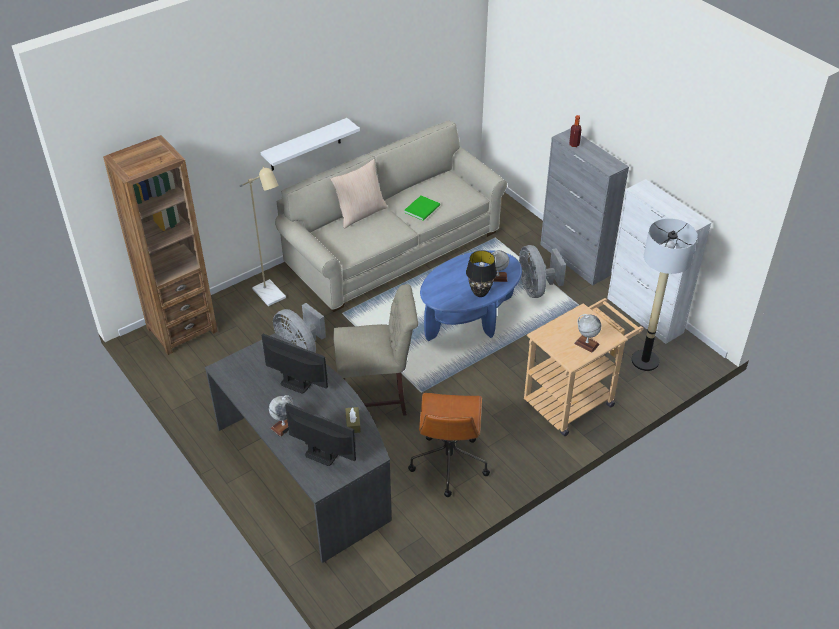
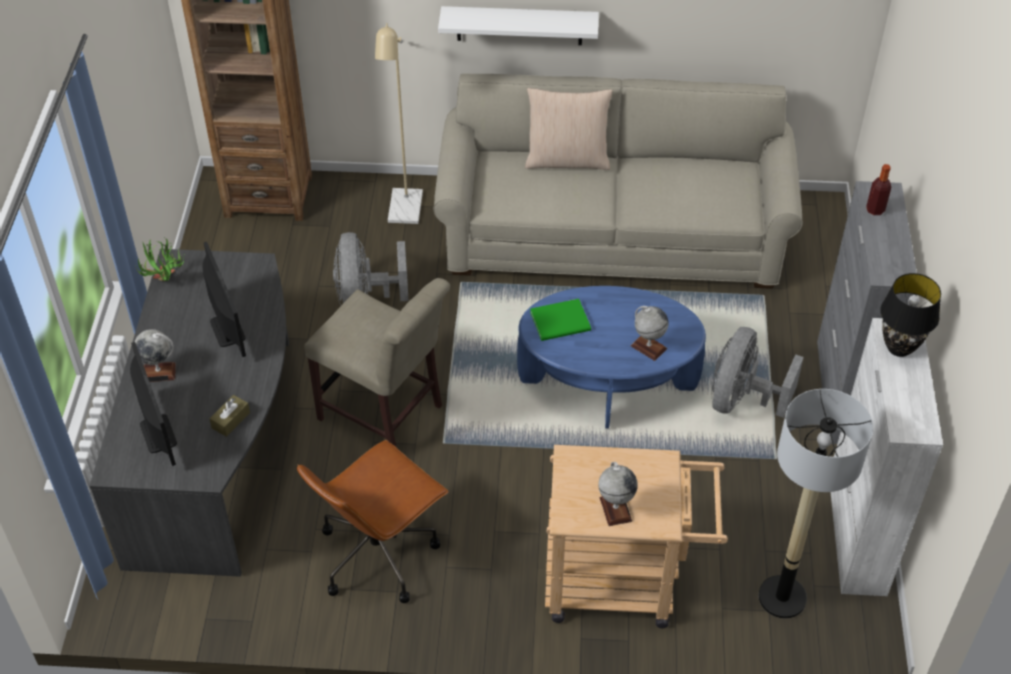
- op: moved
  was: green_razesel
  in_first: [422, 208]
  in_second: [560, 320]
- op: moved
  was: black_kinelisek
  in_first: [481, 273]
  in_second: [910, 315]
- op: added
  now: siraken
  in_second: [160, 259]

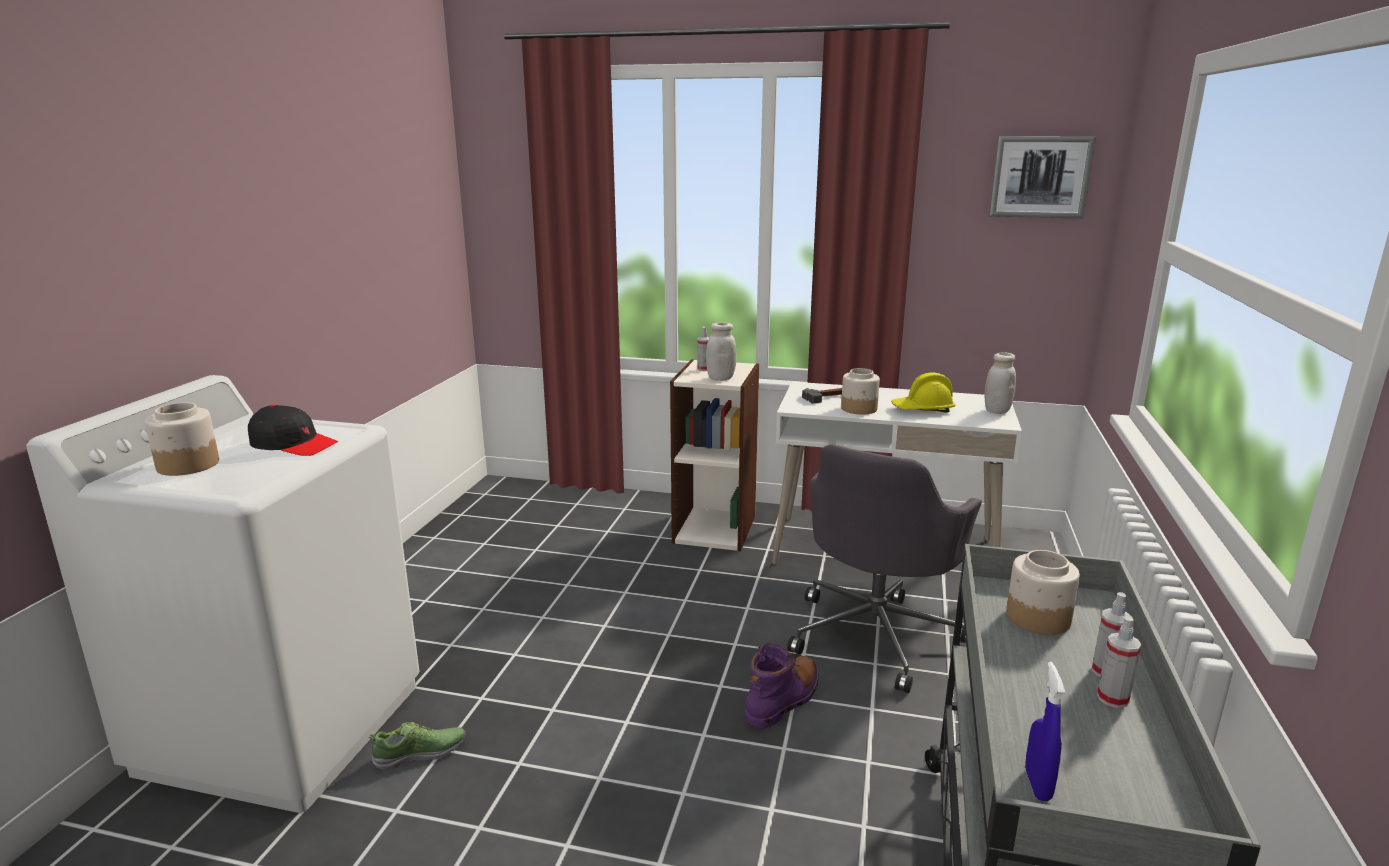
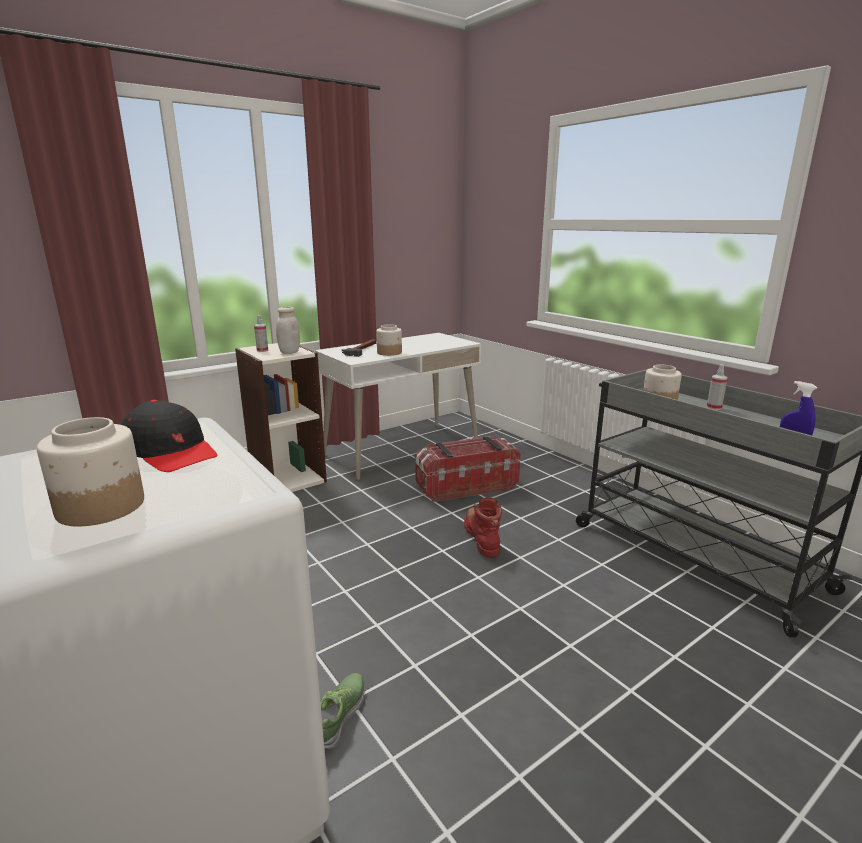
- op: removed
  was: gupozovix
  in_first: [1042, 177]
- op: removed
  was: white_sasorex
  in_first: [1000, 383]
- op: removed
  was: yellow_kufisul
  in_first: [923, 393]
- op: turned
  was: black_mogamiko
  in_first: [293, 430]
  in_second: [169, 436]
  clockwise: 75
- op: replaced
  was: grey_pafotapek
  now: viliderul
  in_first: [884, 568]
  in_second: [468, 469]
- op: removed
  was: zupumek
  in_first: [1119, 662]
- op: recoloured
  was: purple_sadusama
  now: red_sadusama
  in_first: [781, 686]
  in_second: [483, 528]

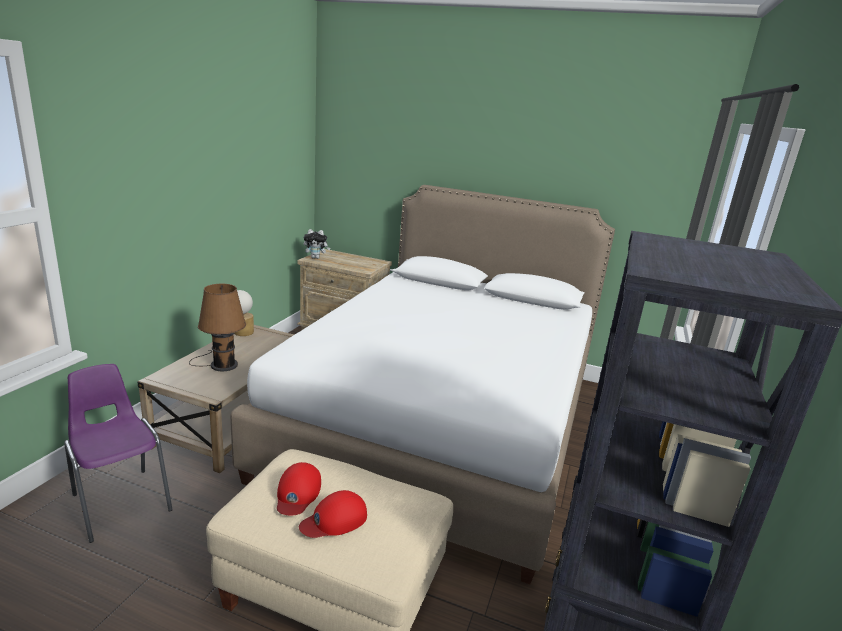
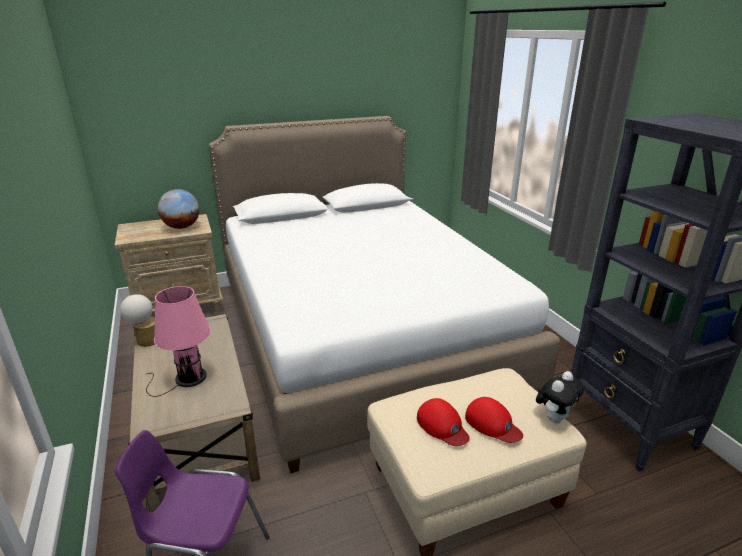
- op: moved
  was: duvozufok
  in_first: [317, 244]
  in_second: [560, 397]
- op: recoloured
  was: brown_kinelisek
  now: pink_kinelisek
  in_first: [217, 327]
  in_second: [178, 341]
- op: turned
  was: red_mogamiko
  in_first: [333, 514]
  in_second: [494, 420]
  clockwise: -60
- op: added
  now: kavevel
  in_second: [179, 209]

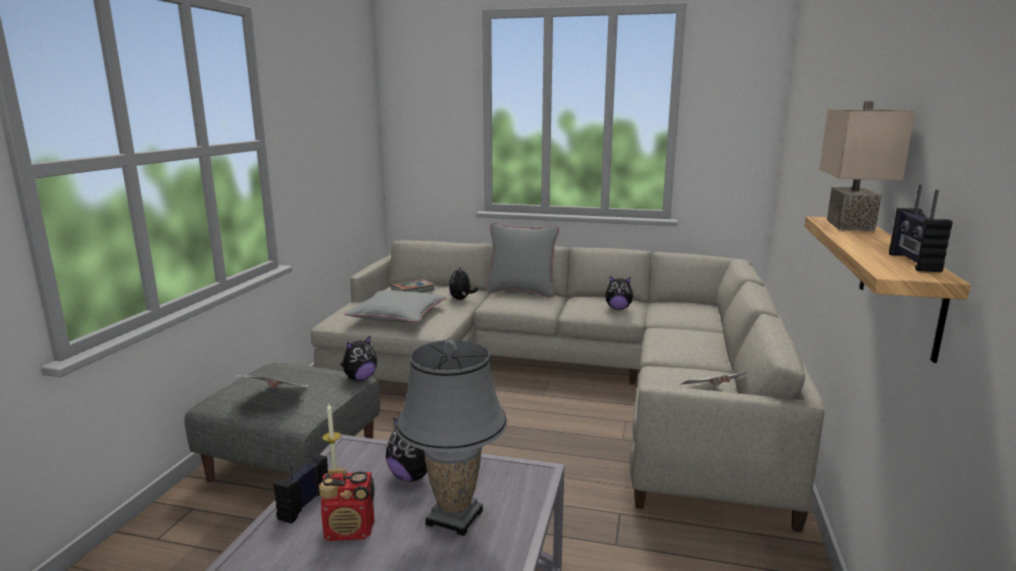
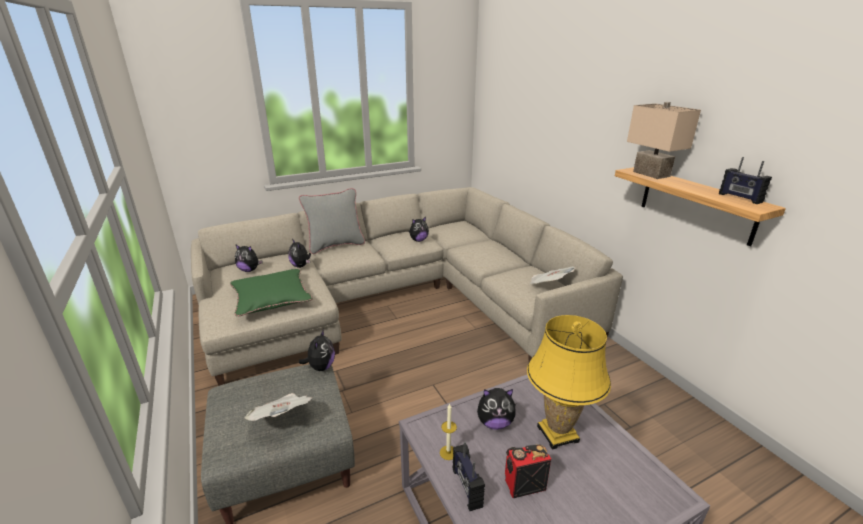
- op: replaced
  was: razesel
  now: duvozufok
  in_first: [413, 285]
  in_second: [249, 258]
- op: recoloured
  was: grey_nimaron
  now: green_nimaron
  in_first: [395, 306]
  in_second: [271, 292]
- op: recoloured
  was: grey_kinelisek
  now: yellow_kinelisek
  in_first: [451, 438]
  in_second: [569, 382]
- op: turned
  was: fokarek
  in_first: [347, 505]
  in_second: [528, 471]
  clockwise: -150

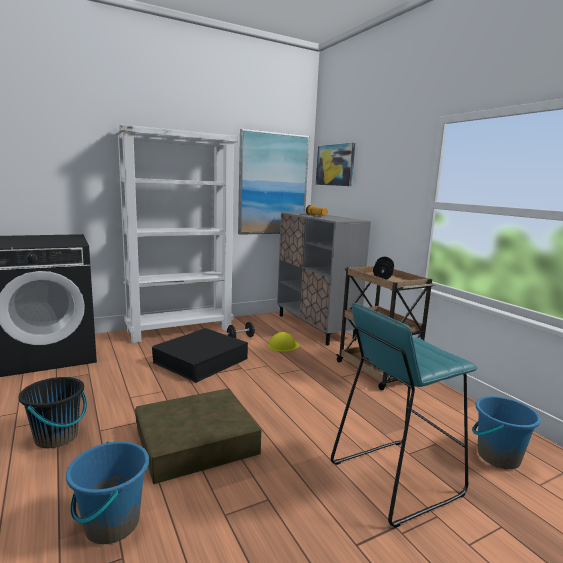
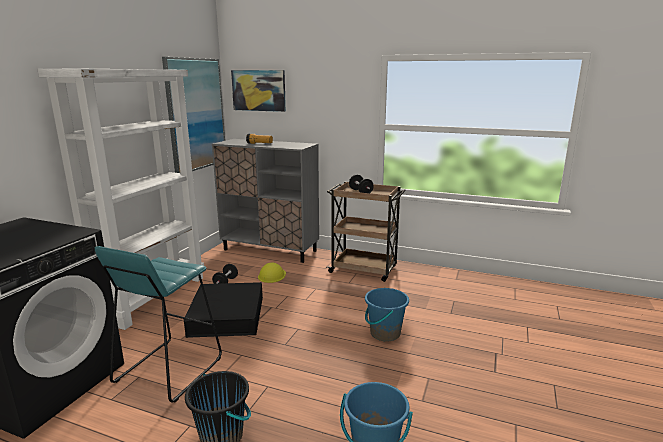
- op: moved
  was: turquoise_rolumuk
  in_first: [404, 415]
  in_second: [158, 324]
- op: removed
  was: brown_viliderul
  in_first: [198, 436]
- op: moved
  was: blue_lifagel
  in_first: [506, 432]
  in_second: [387, 315]

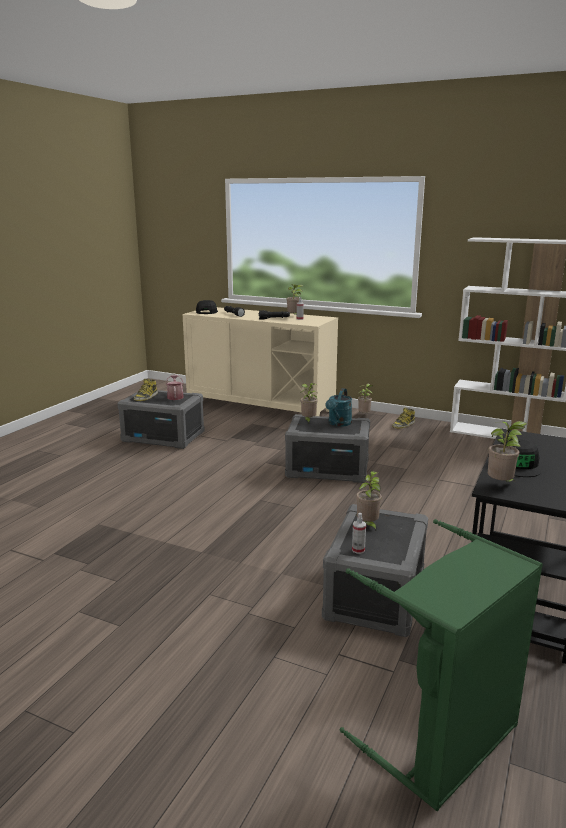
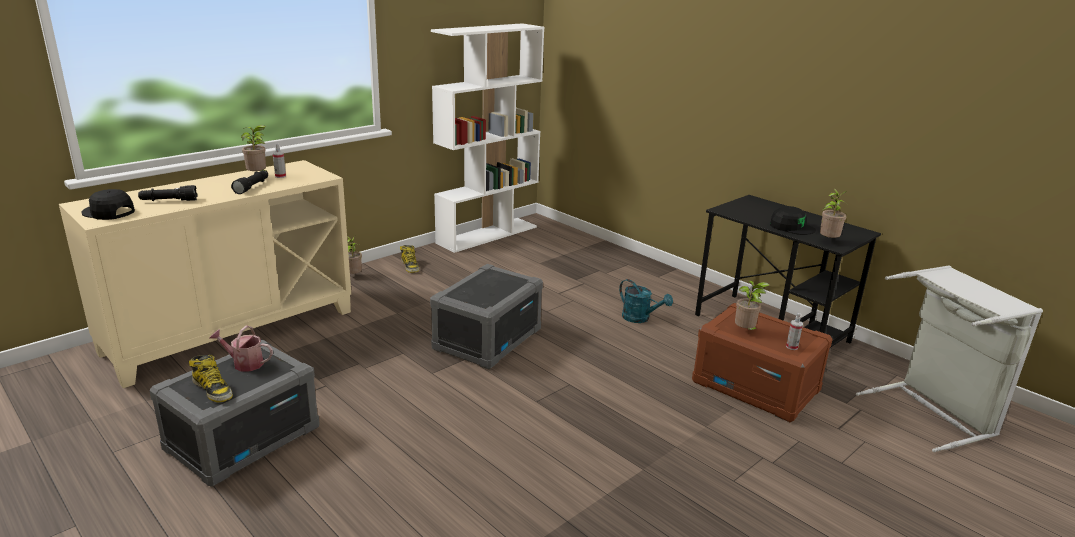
- op: removed
  was: siraken
  in_first: [309, 403]
- op: moved
  was: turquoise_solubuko
  in_first: [339, 407]
  in_second: [646, 301]
- op: recoloured
  was: grey_viliderul
  now: brown_viliderul
  in_first: [375, 570]
  in_second: [762, 362]
- op: recoloured
  was: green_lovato
  now: grey_lovato
  in_first: [441, 665]
  in_second: [949, 359]

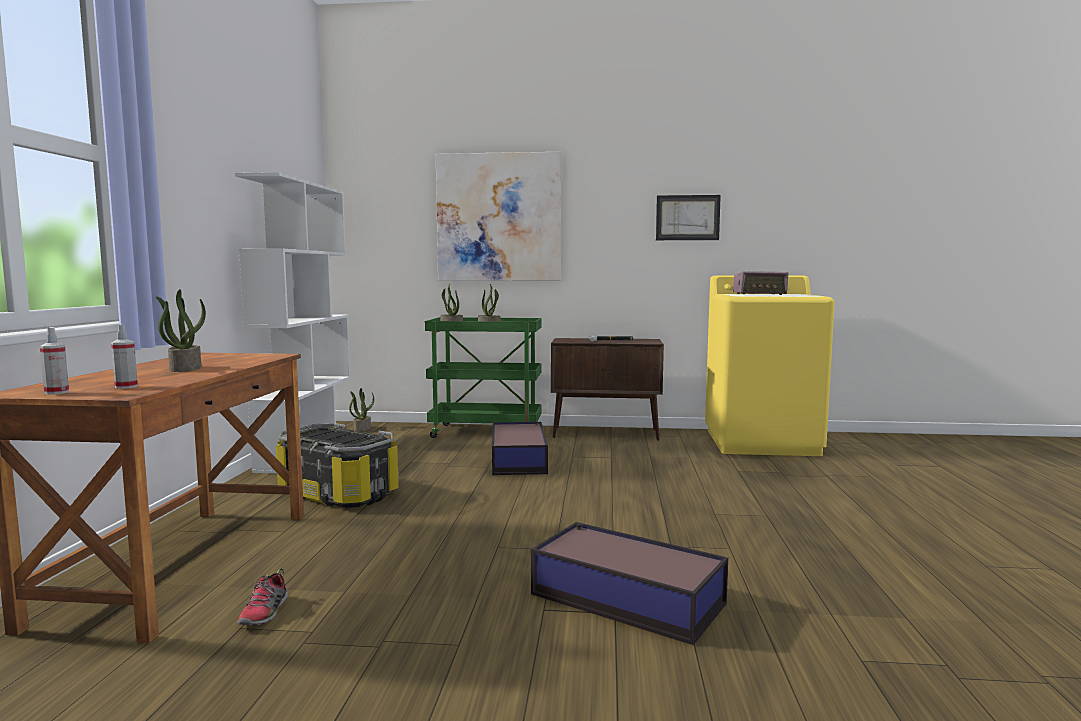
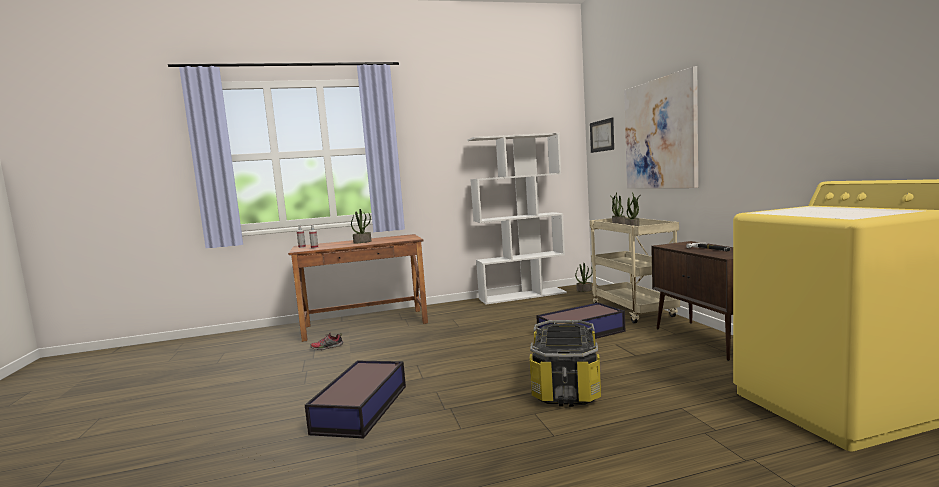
- op: moved
  was: gupozovix
  in_first: [688, 217]
  in_second: [602, 135]
- op: removed
  was: fokarek
  in_first: [761, 283]
- op: recoloured
  was: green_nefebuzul
  now: beige_nefebuzul
  in_first: [483, 377]
  in_second: [635, 270]
- op: moved
  was: viliderul
  in_first: [337, 465]
  in_second: [565, 363]

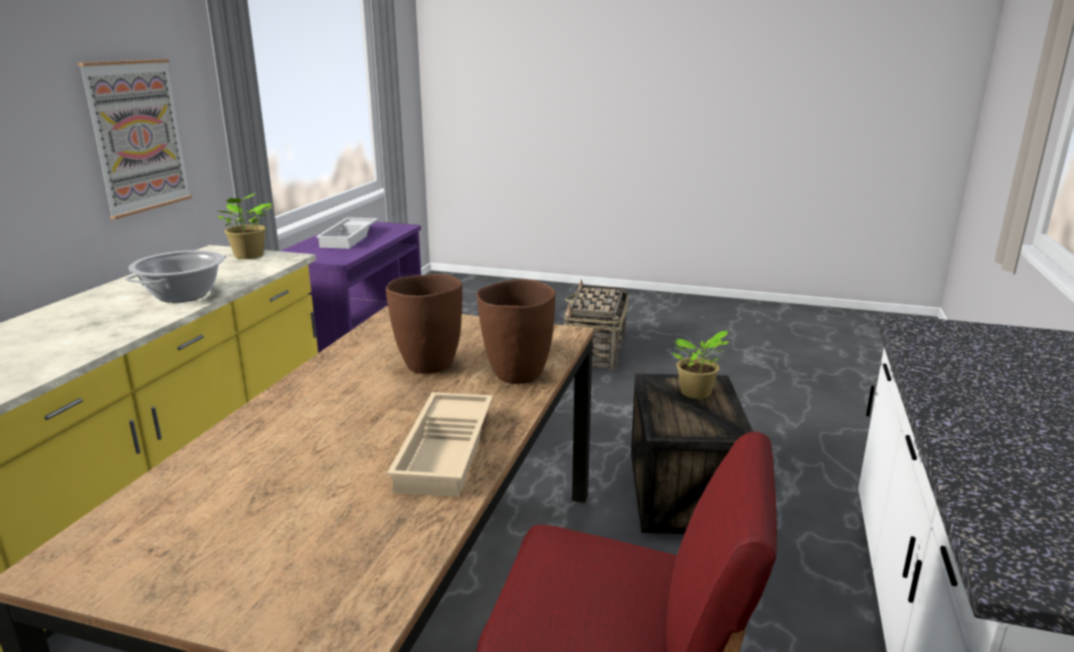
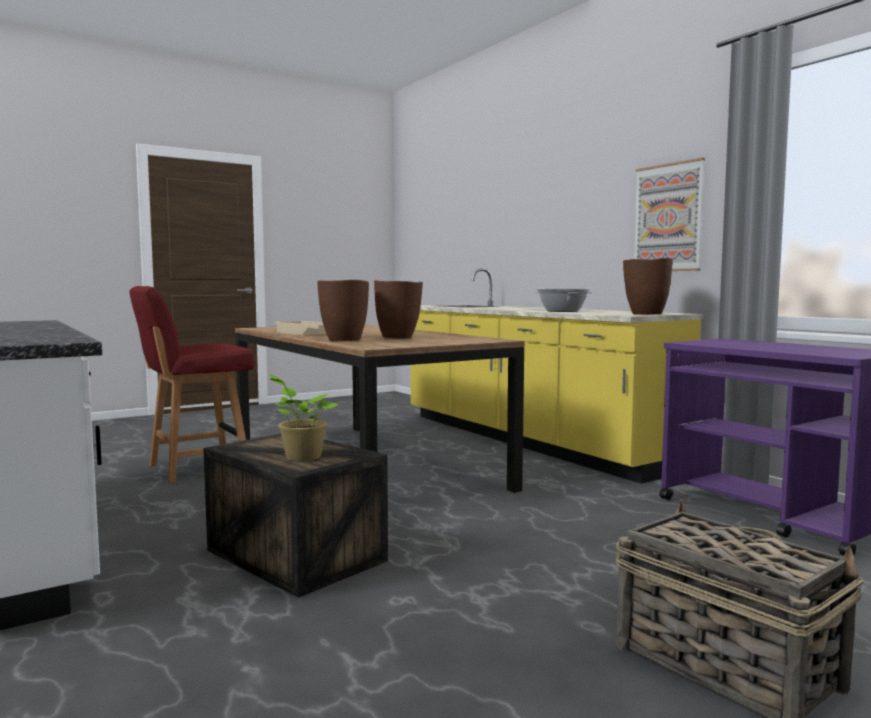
- op: replaced
  was: siraken
  now: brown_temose
  in_first: [245, 226]
  in_second: [648, 286]
- op: removed
  was: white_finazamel
  in_first: [347, 233]

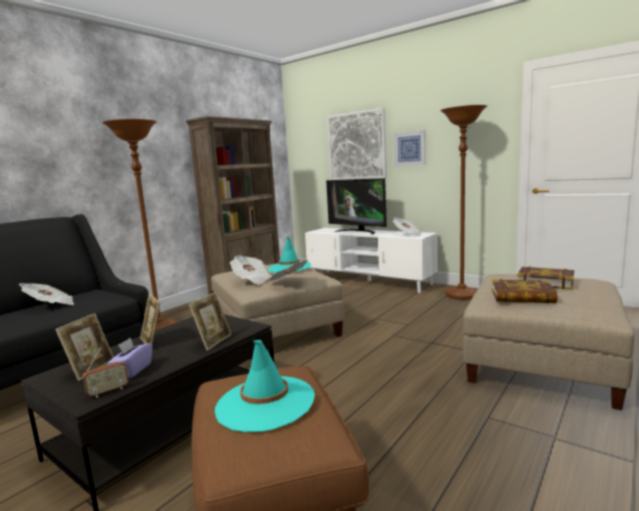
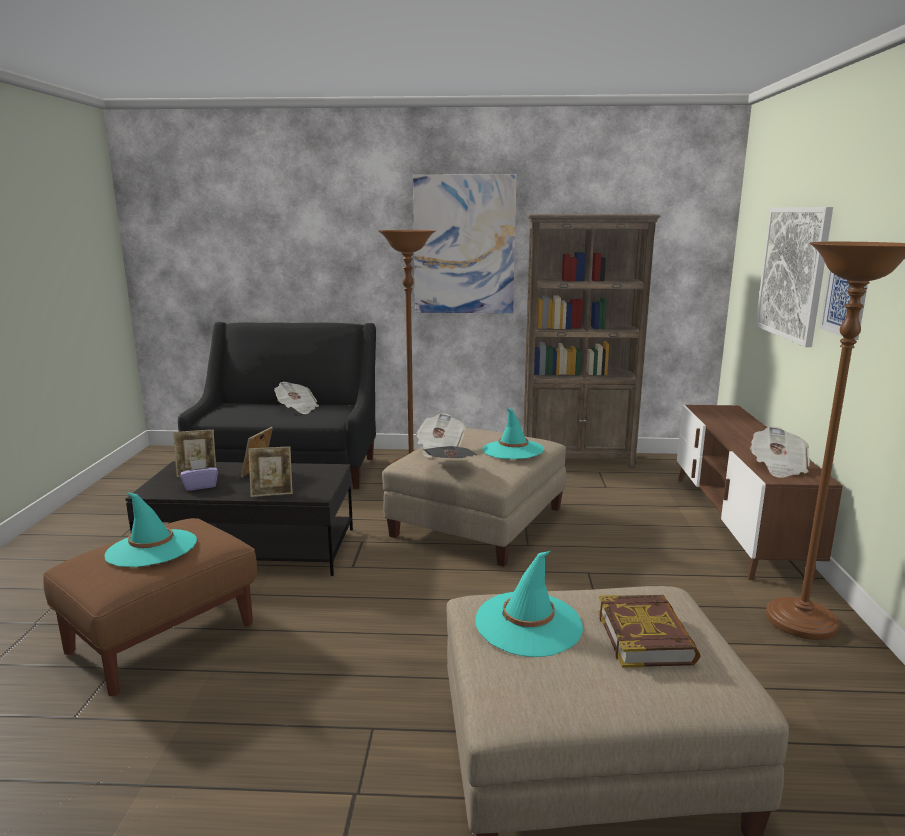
- op: removed
  was: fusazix
  in_first: [356, 206]
- op: recoloured
  was: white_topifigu
  now: brown_topifigu
  in_first: [371, 260]
  in_second: [760, 493]
- op: replaced
  was: razesel
  now: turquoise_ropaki
  in_first: [525, 291]
  in_second: [529, 604]
- op: removed
  was: fokarek
  in_first: [106, 372]
- op: added
  now: gupozovix
  in_second: [465, 243]

